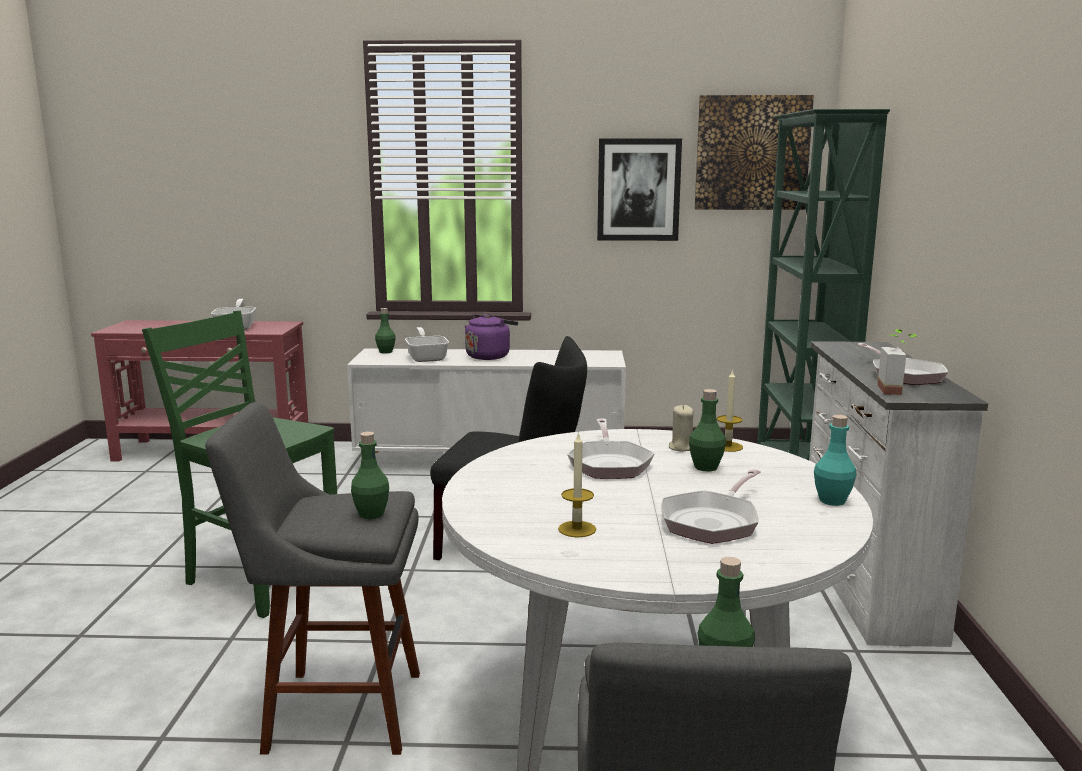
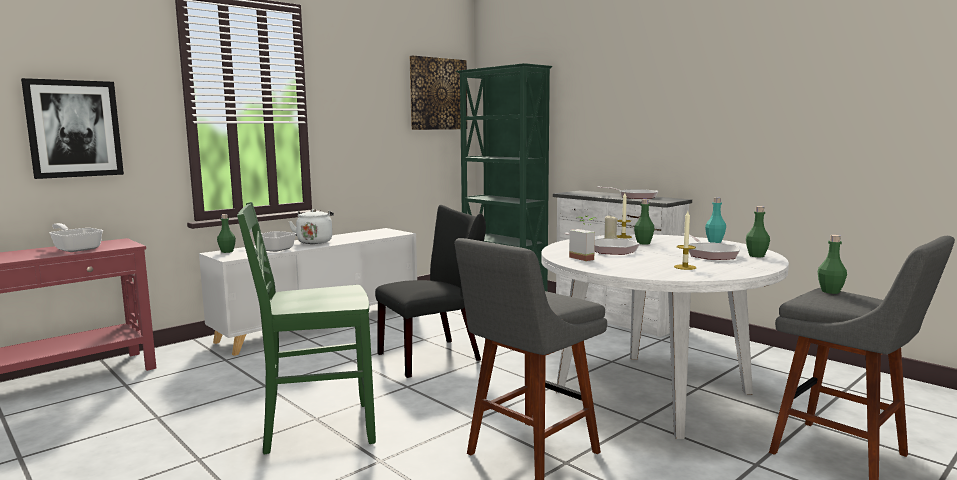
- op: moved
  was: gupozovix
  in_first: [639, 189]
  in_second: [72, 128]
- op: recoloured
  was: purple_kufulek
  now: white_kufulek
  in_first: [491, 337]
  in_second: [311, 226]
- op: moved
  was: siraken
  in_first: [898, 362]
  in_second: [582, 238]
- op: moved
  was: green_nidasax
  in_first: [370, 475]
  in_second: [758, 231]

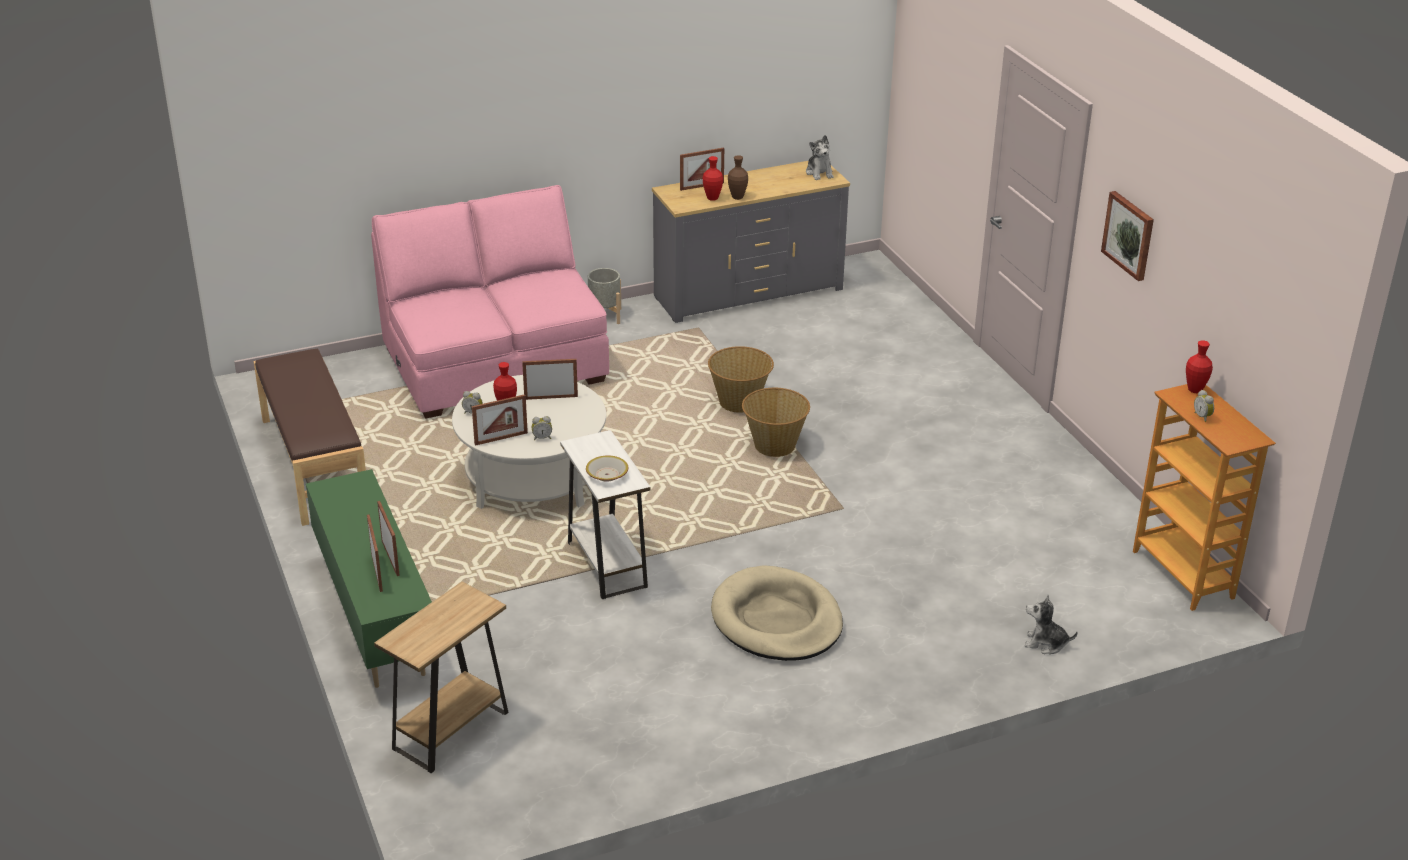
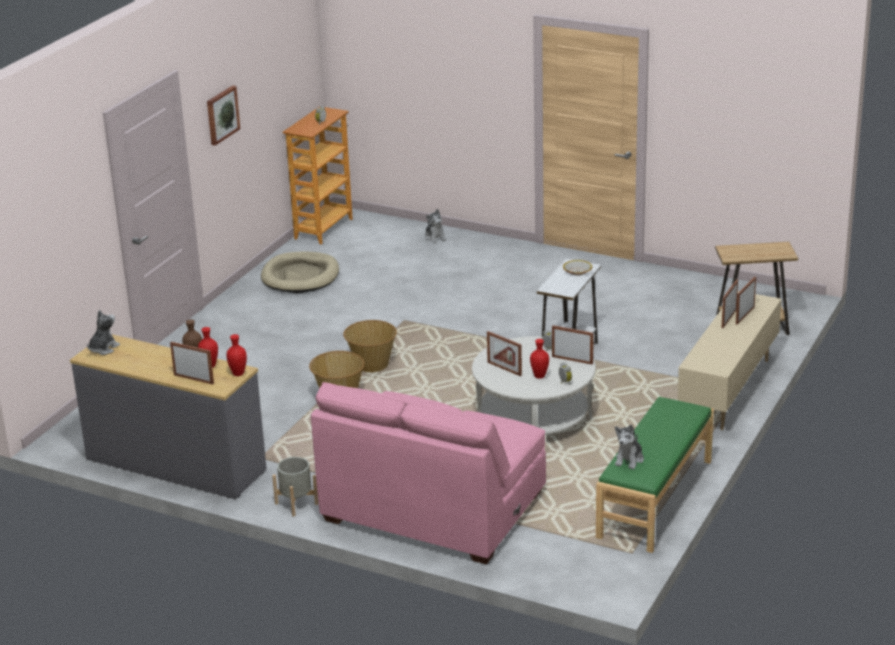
- op: moved
  was: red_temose
  in_first: [1199, 366]
  in_second: [236, 355]
- op: recoloured
  was: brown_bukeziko
  now: green_bukeziko
  in_first: [310, 437]
  in_second: [655, 475]
- op: recoloured
  was: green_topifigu
  now: beige_topifigu
  in_first: [369, 578]
  in_second: [730, 360]
- op: moved
  was: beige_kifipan
  in_first: [777, 613]
  in_second: [300, 272]
- op: added
  now: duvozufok
  in_second: [629, 447]

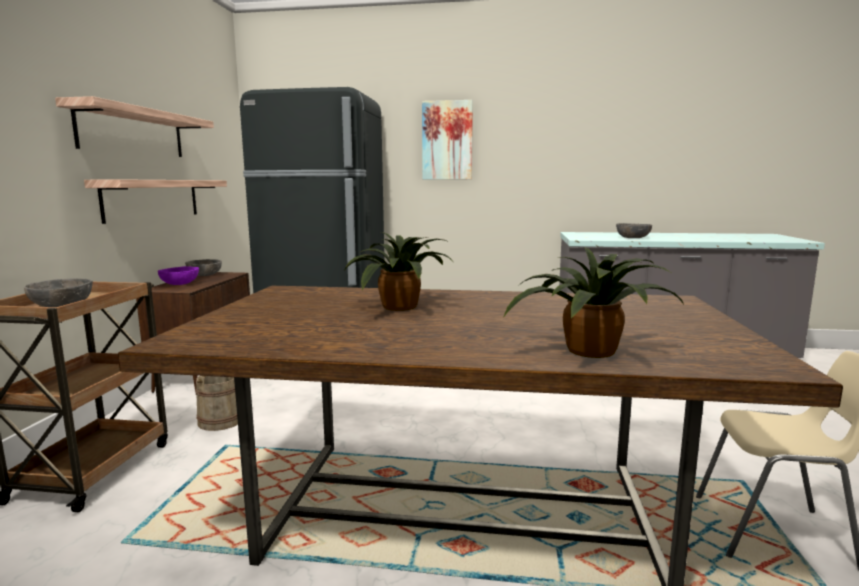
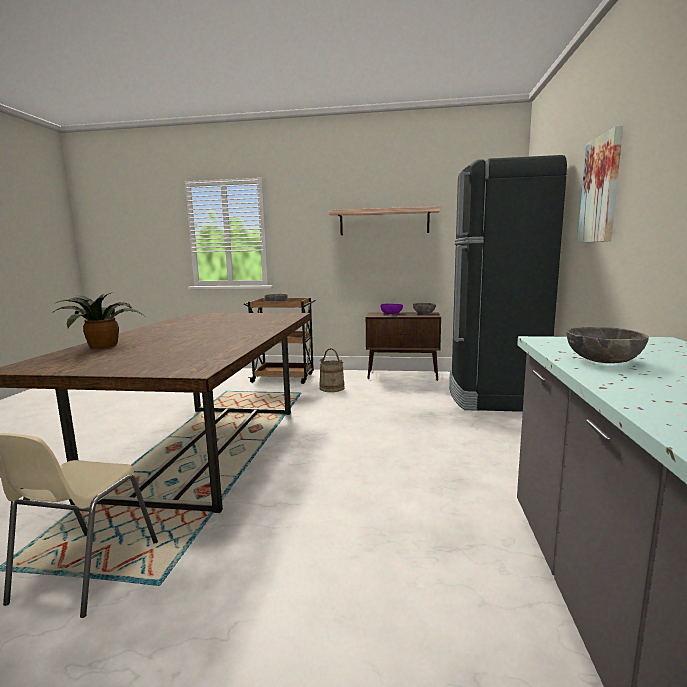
- op: removed
  was: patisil
  in_first: [155, 201]
- op: removed
  was: siraken
  in_first: [398, 271]

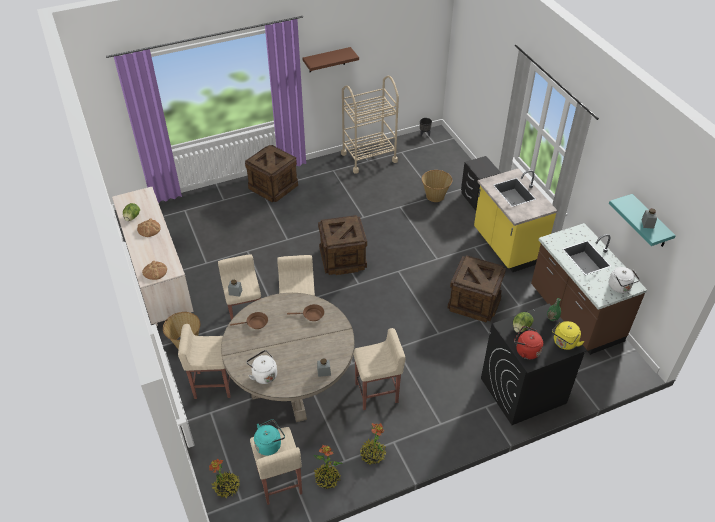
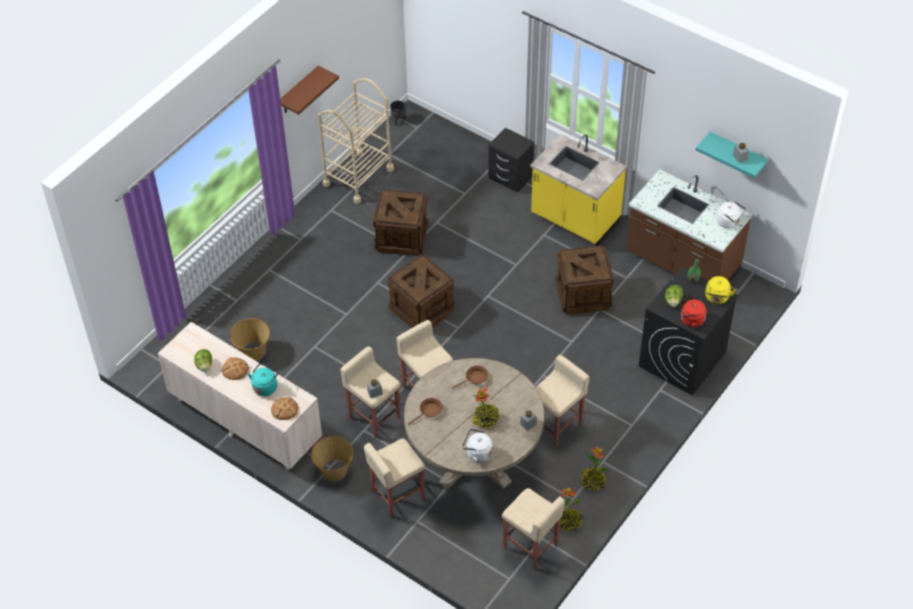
- op: moved
  was: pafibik
  in_first: [271, 174]
  in_second: [400, 222]
- op: moved
  was: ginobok
  in_first: [437, 186]
  in_second: [250, 339]
- op: moved
  was: turquoise_kufulek
  in_first: [269, 437]
  in_second: [264, 379]
- op: moved
  was: siraken
  in_first: [224, 478]
  in_second: [485, 408]

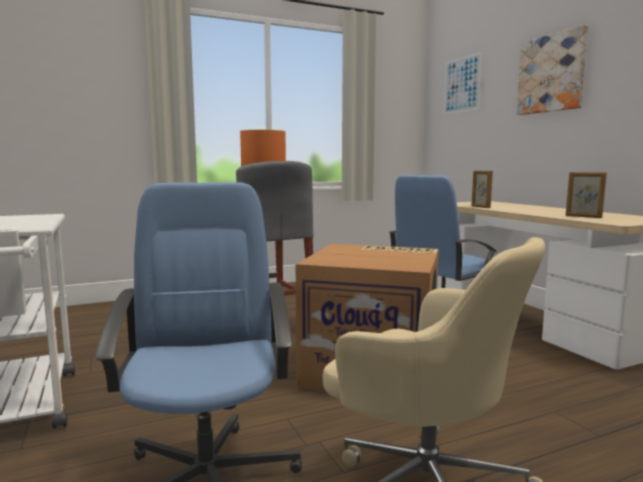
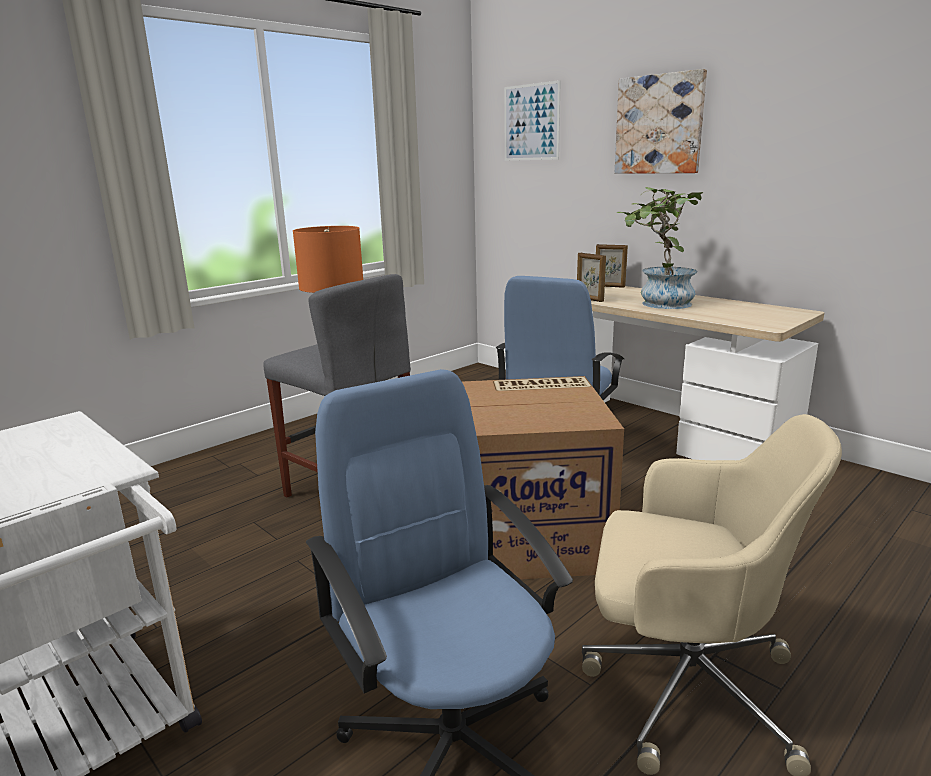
- op: moved
  was: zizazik
  in_first: [586, 195]
  in_second: [612, 266]
- op: added
  now: siraken
  in_second: [660, 248]

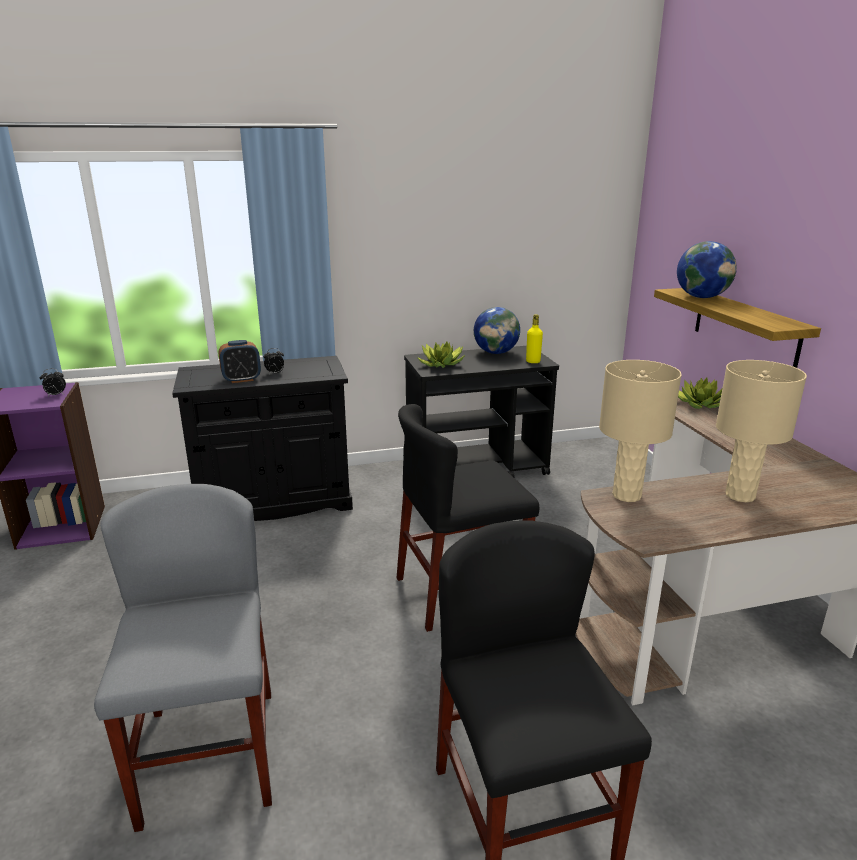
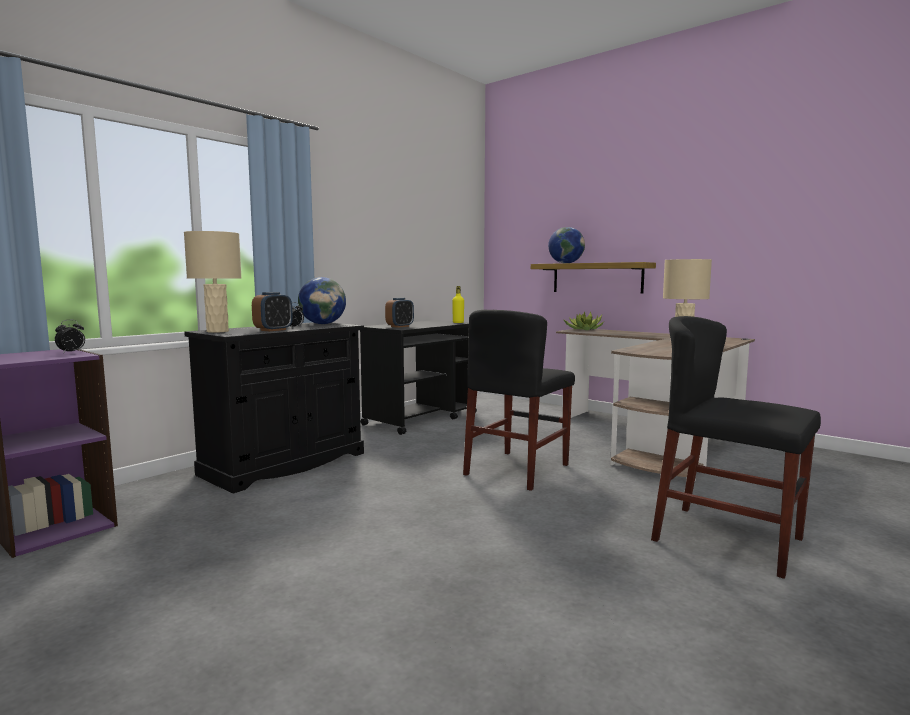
- op: moved
  was: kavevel
  in_first: [497, 330]
  in_second: [322, 300]
- op: replaced
  was: siraken
  now: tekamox
  in_first: [441, 355]
  in_second: [399, 313]
- op: moved
  was: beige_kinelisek
  in_first: [640, 431]
  in_second: [212, 282]
- op: removed
  was: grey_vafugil
  in_first: [183, 658]

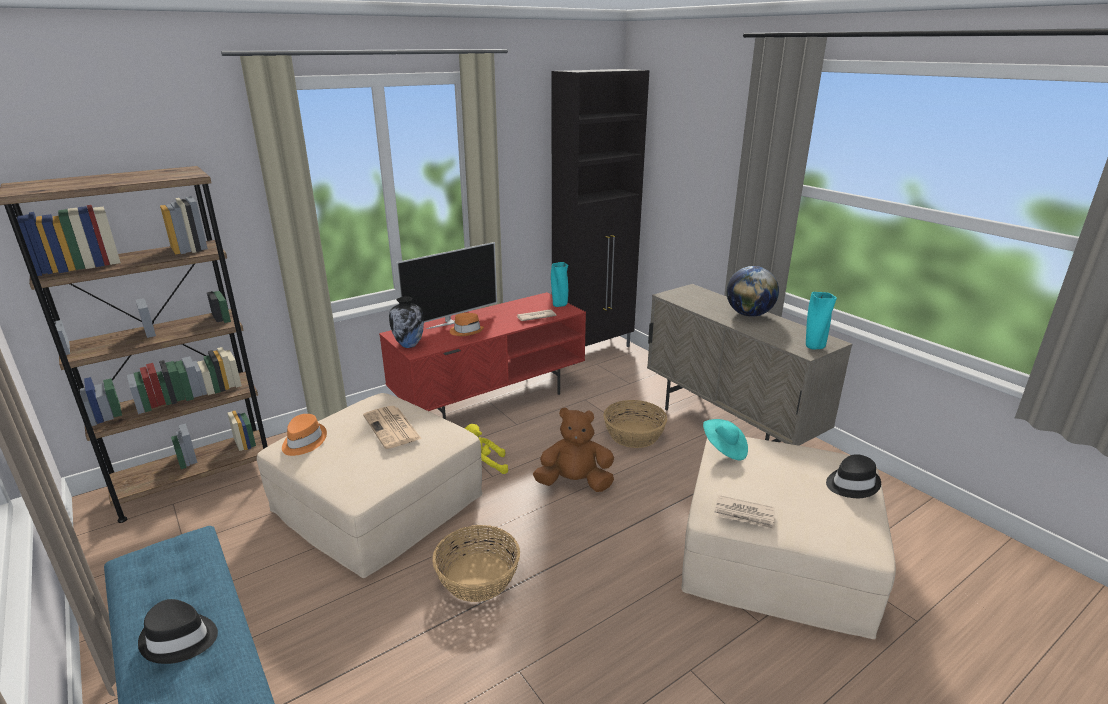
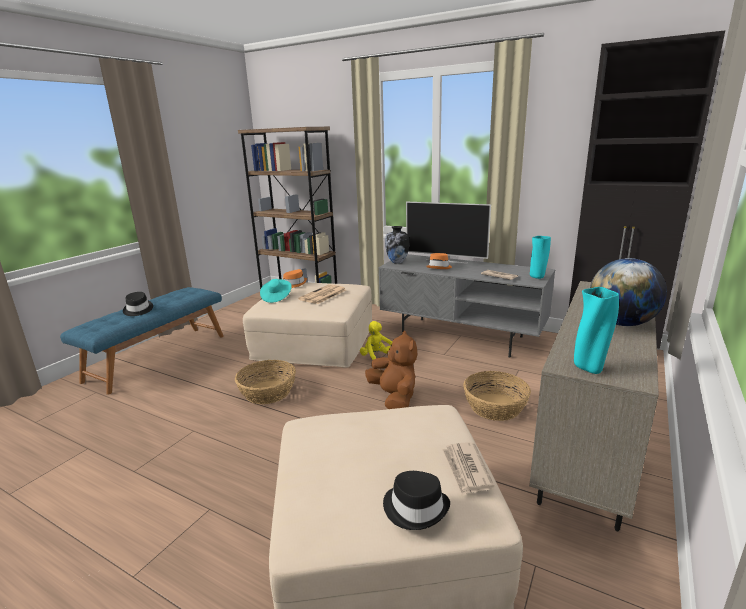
- op: recoloured
  was: red_topifigu
  now: grey_topifigu
  in_first: [482, 355]
  in_second: [466, 306]
- op: moved
  was: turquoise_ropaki
  in_first: [725, 439]
  in_second: [276, 291]
- op: moved
  was: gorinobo
  in_first: [745, 512]
  in_second: [468, 468]

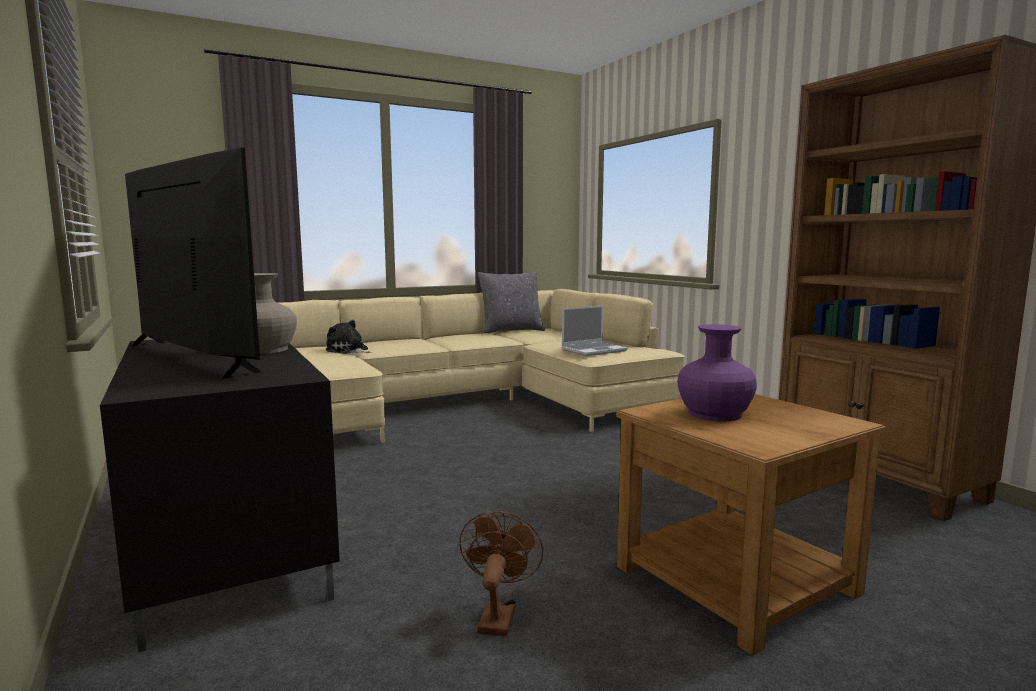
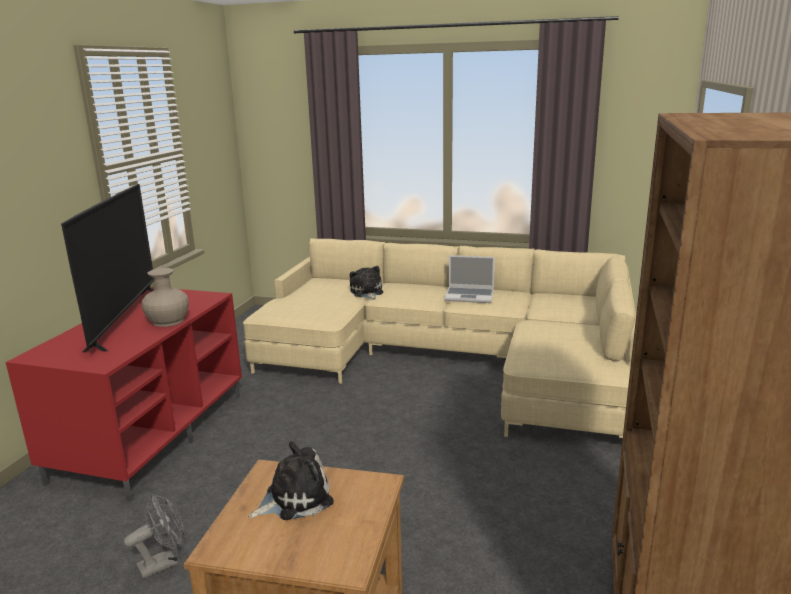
- op: removed
  was: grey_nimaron
  in_first: [511, 302]
- op: moved
  was: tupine
  in_first: [594, 330]
  in_second: [469, 279]
- op: replaced
  was: purple_temose
  now: duvozufok
  in_first: [717, 372]
  in_second: [291, 480]
- op: recoloured
  was: black_topifigu
  now: red_topifigu
  in_first: [220, 496]
  in_second: [124, 394]
- op: recoloured
  was: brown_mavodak
  now: grey_mavodak
  in_first: [501, 573]
  in_second: [154, 536]

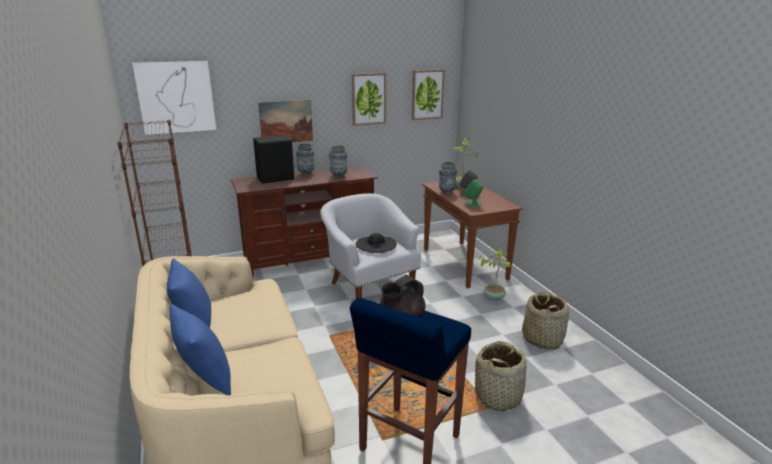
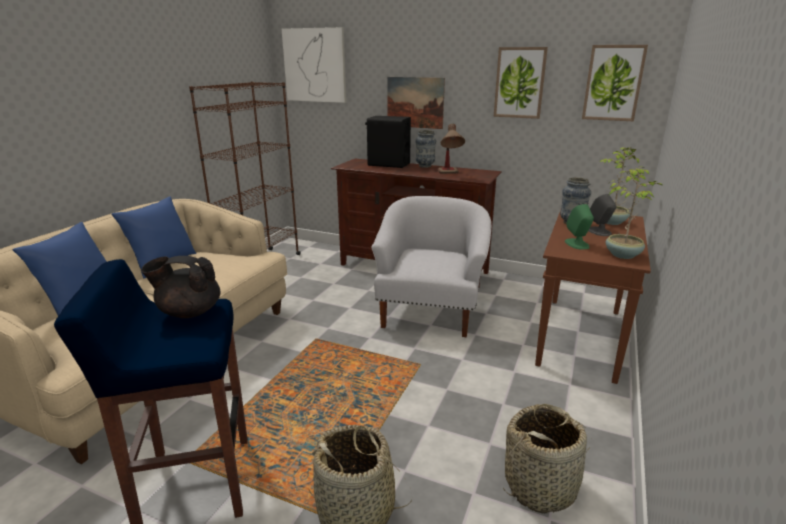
- op: replaced
  was: temose
  now: kinelisek
  in_first: [338, 161]
  in_second: [451, 149]
- op: removed
  was: black_ropaki
  in_first: [376, 243]
- op: moved
  was: siraken
  in_first: [495, 274]
  in_second: [634, 212]

